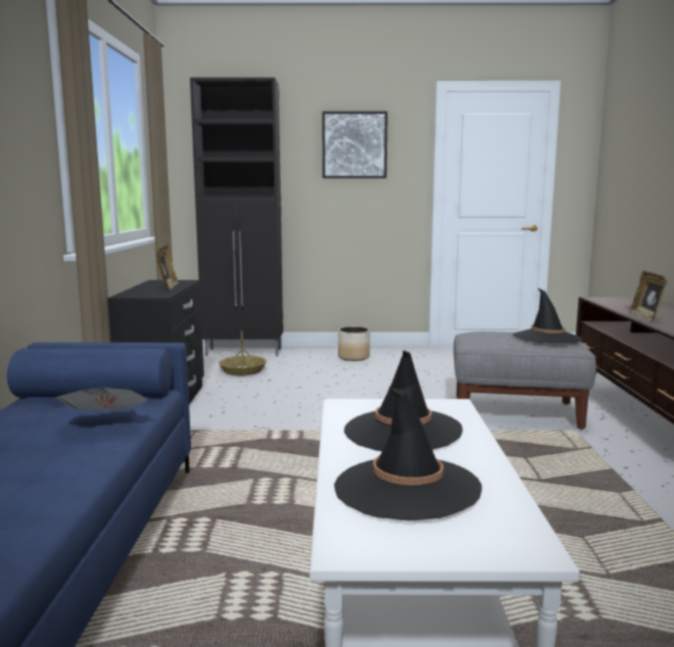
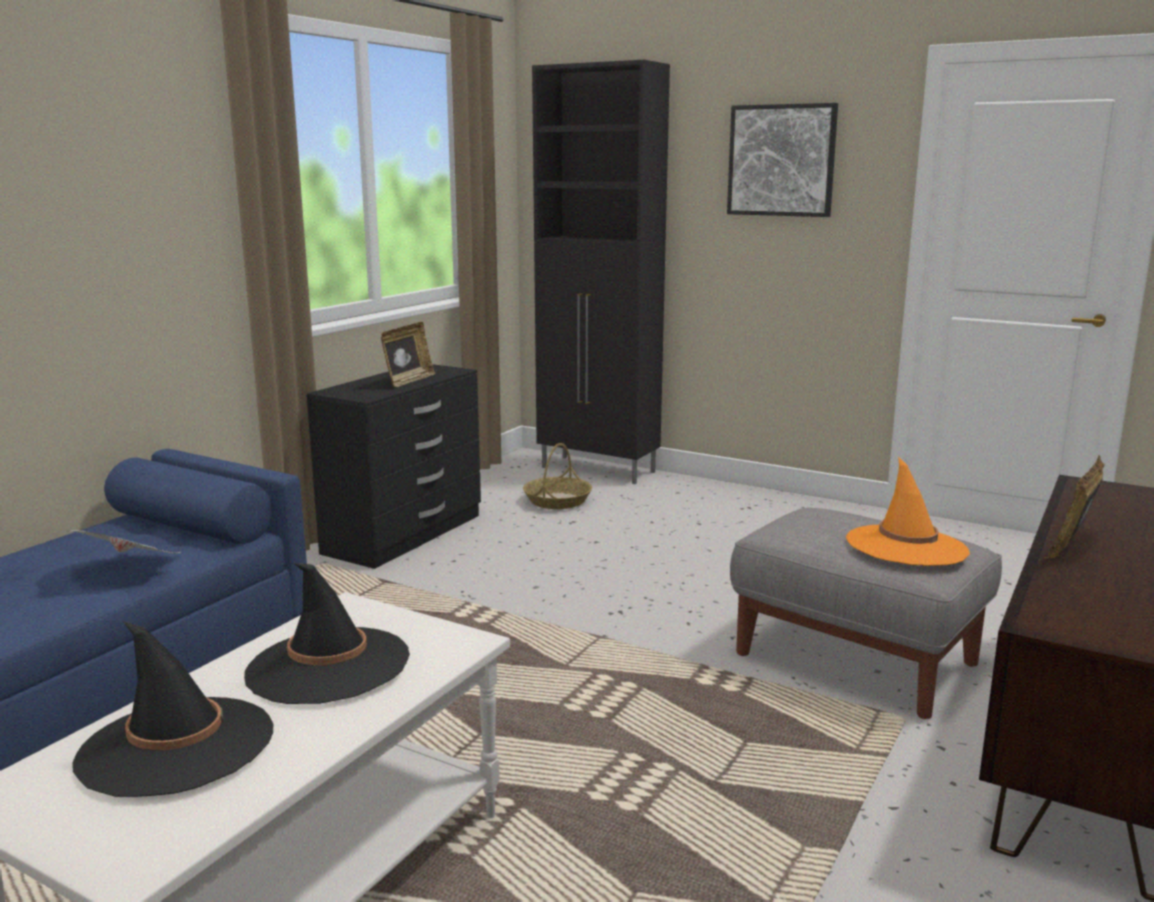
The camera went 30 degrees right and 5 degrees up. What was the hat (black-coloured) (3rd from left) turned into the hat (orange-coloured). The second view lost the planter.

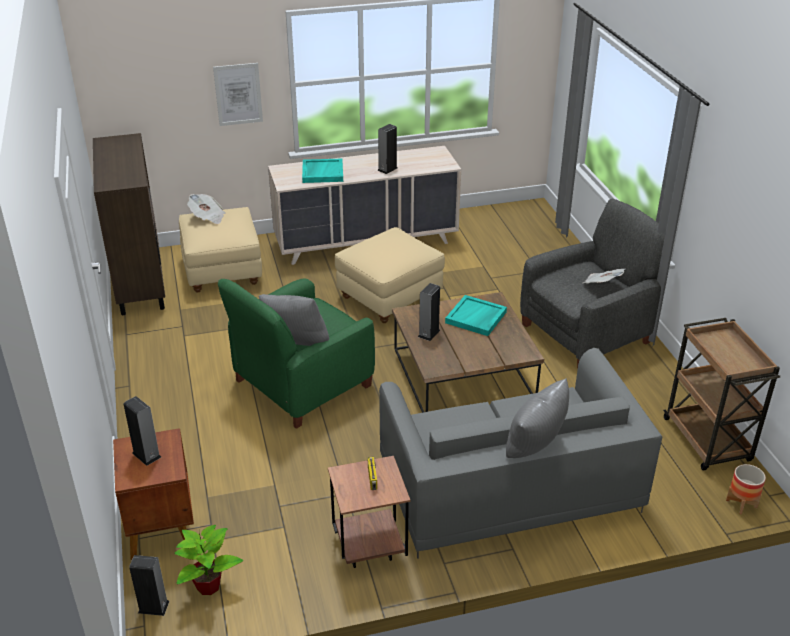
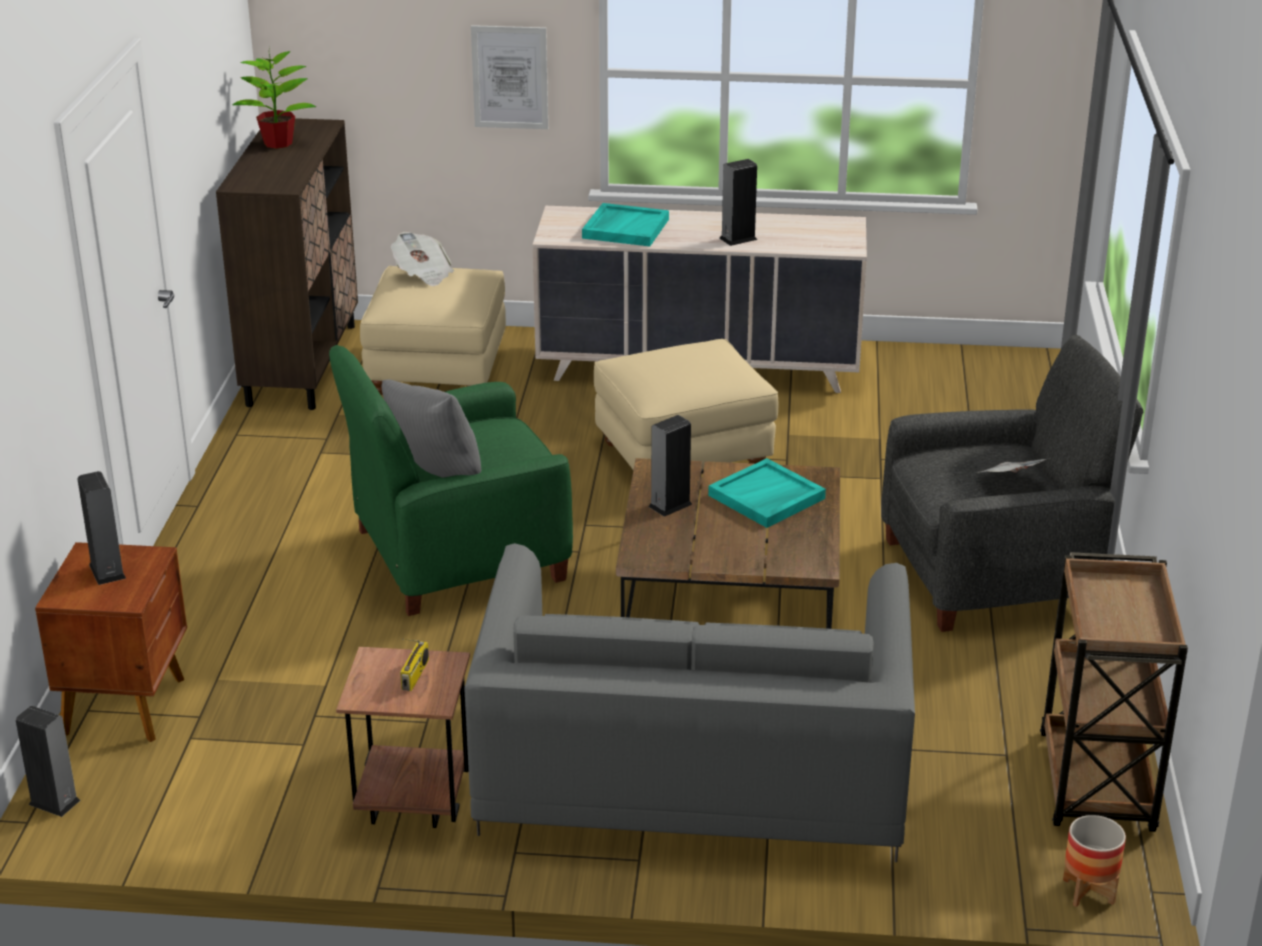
The camera went 20 degrees right and 5 degrees down. The plant in a pot ended up elsewhere. The second view lost the pillow (grey) (2nd from left).

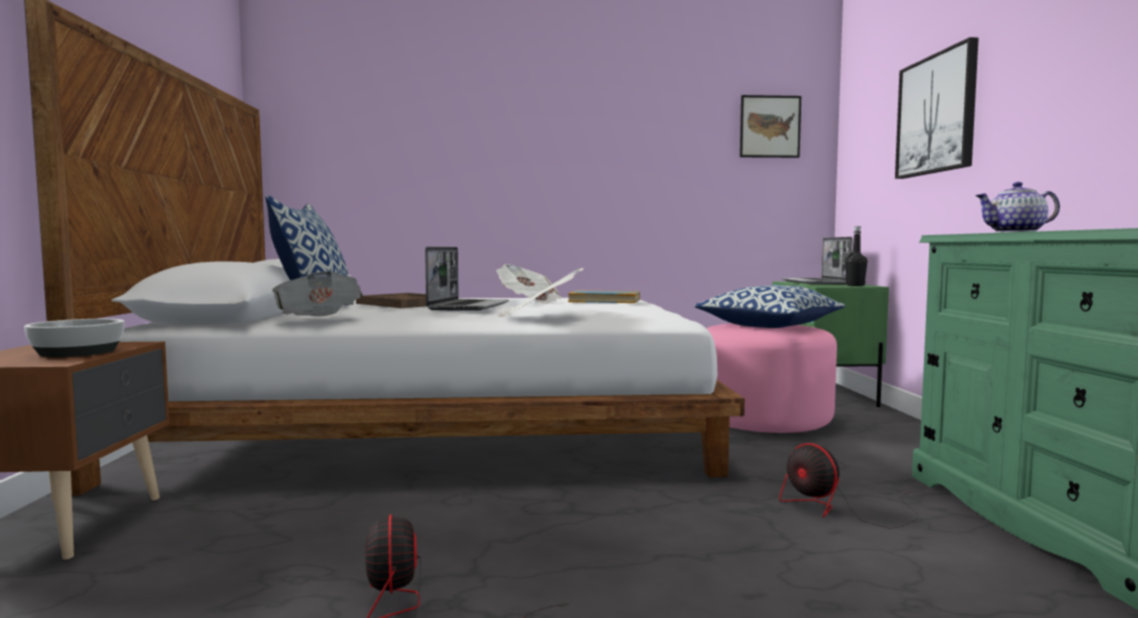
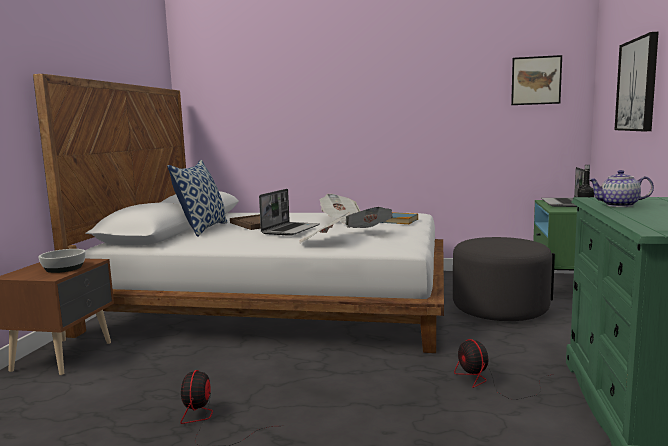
The camera went 15 degrees right and 5 degrees up. The newspaper (1st from left in the first image) ended up elsewhere. What was the ottoman (pinkish) turned into the ottoman (grey). The second view lost the pillow (2nd from left).

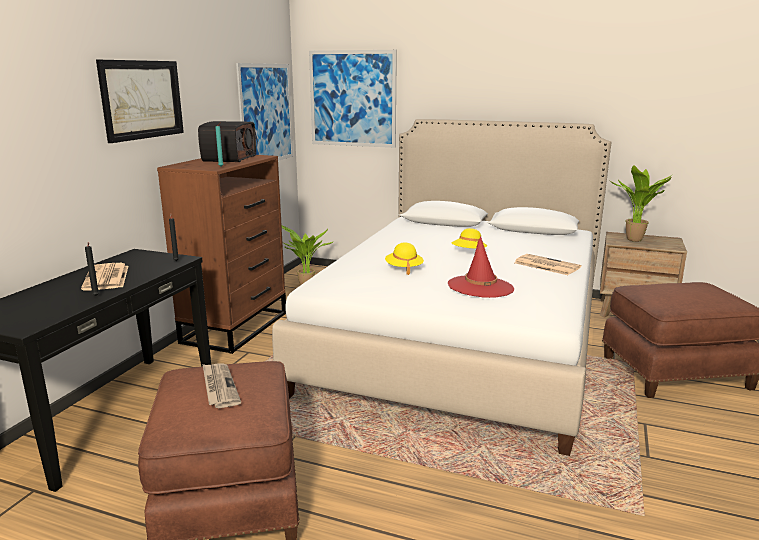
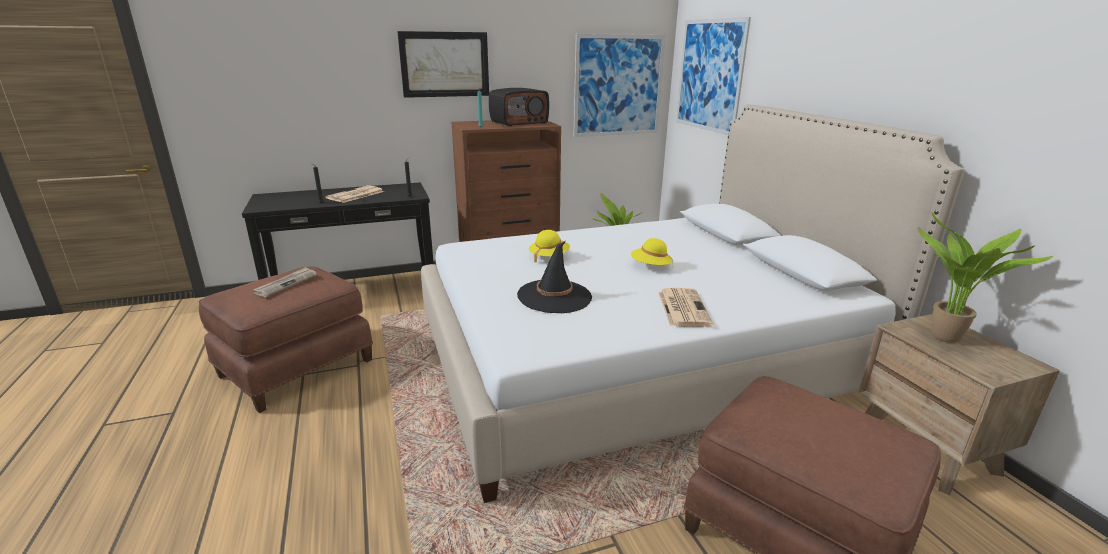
The camera went 50 degrees right and 5 degrees up. What was the hat (red-coloured) turned into the hat (black-coloured).

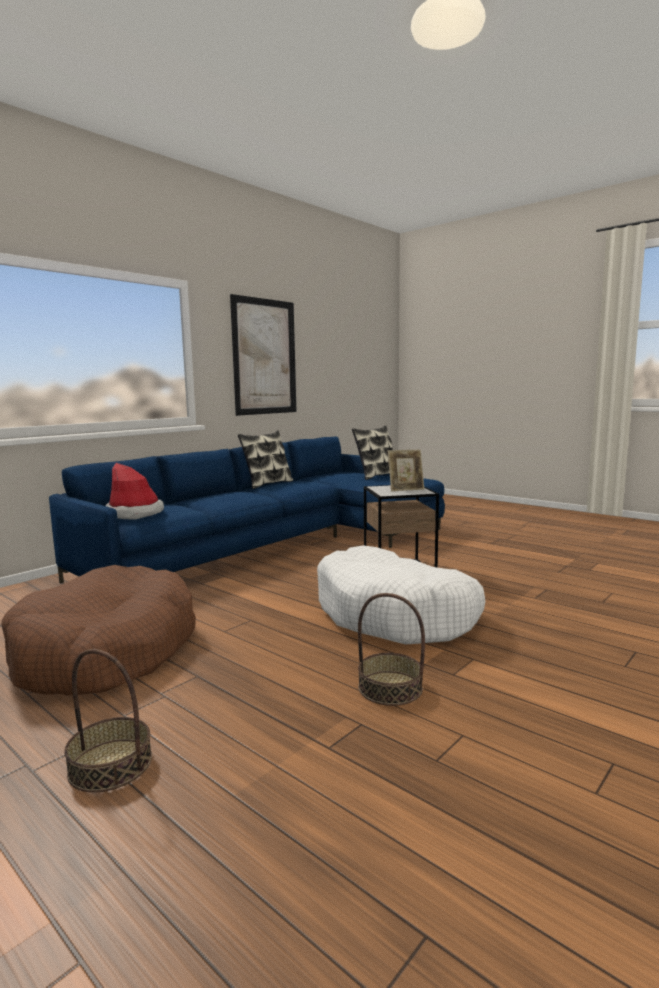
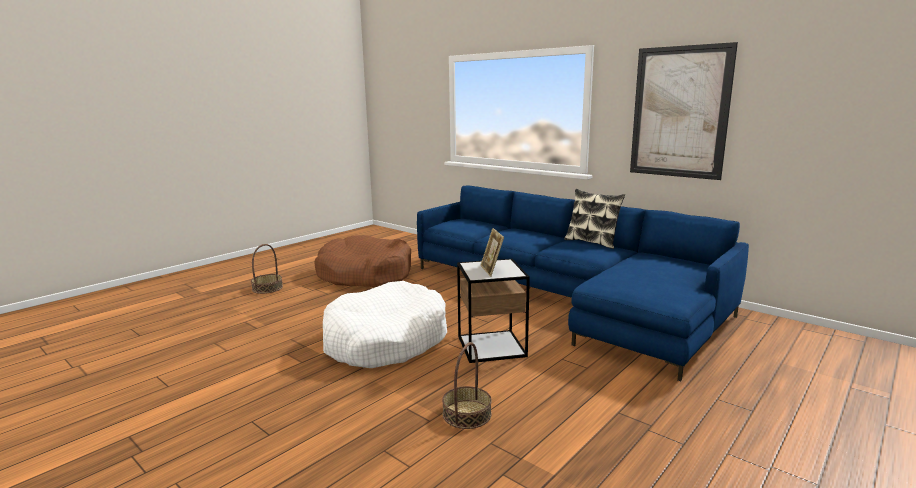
The camera went 90 degrees right and 5 degrees up. The household basket (2nd from left) ended up elsewhere. The second view lost the hat. The second view lost the pillow (2nd from left).

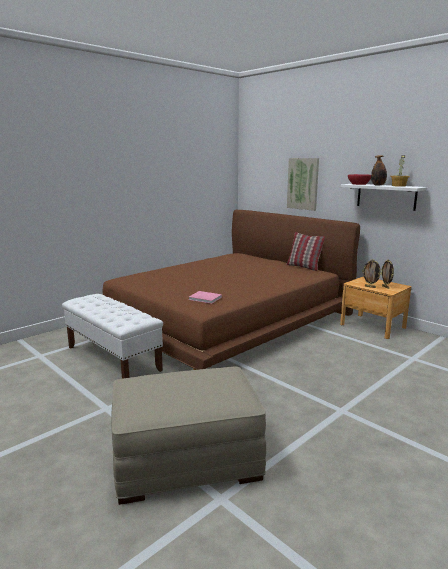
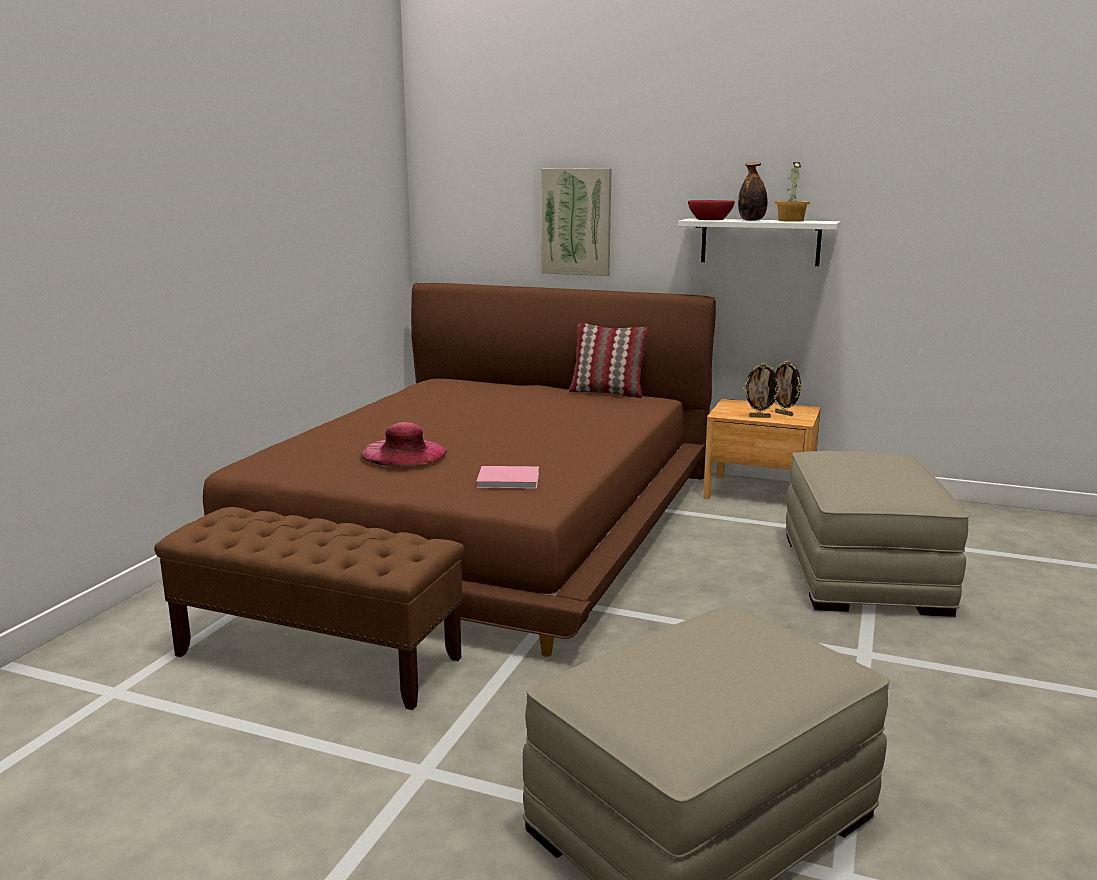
The camera went 25 degrees left and 0 degrees up. What was the indoor bench (whitish) turned into the indoor bench (brownish). The second view gained the hat (pinkish). The second view gained the ottoman (sand-coloured) (2nd from left).

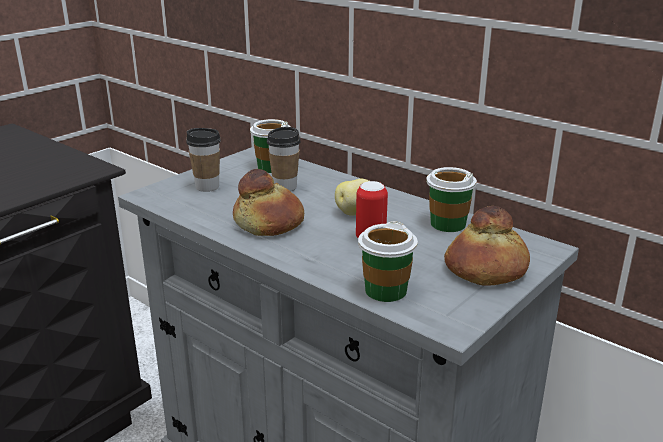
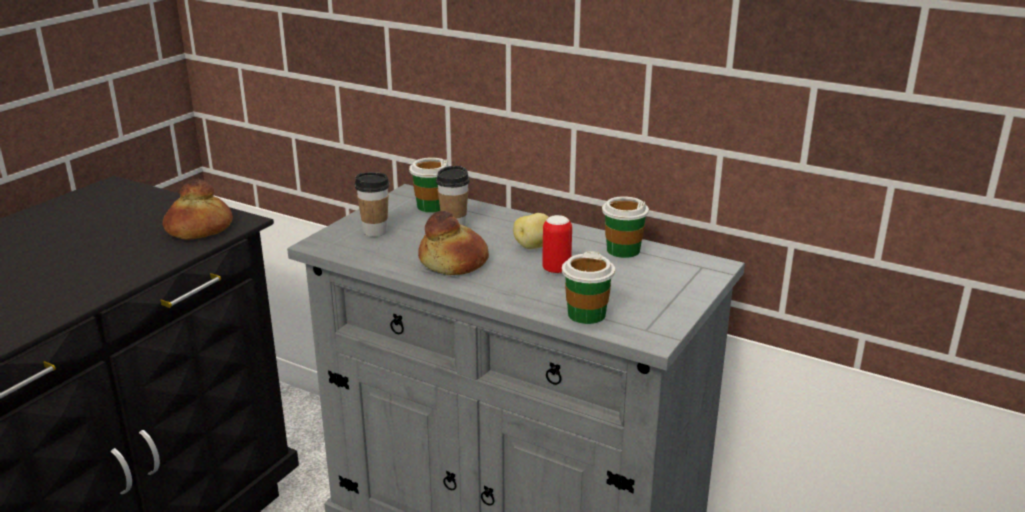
The camera went 10 degrees left and 0 degrees up. The bread (2nd from left in the first image) ended up elsewhere.

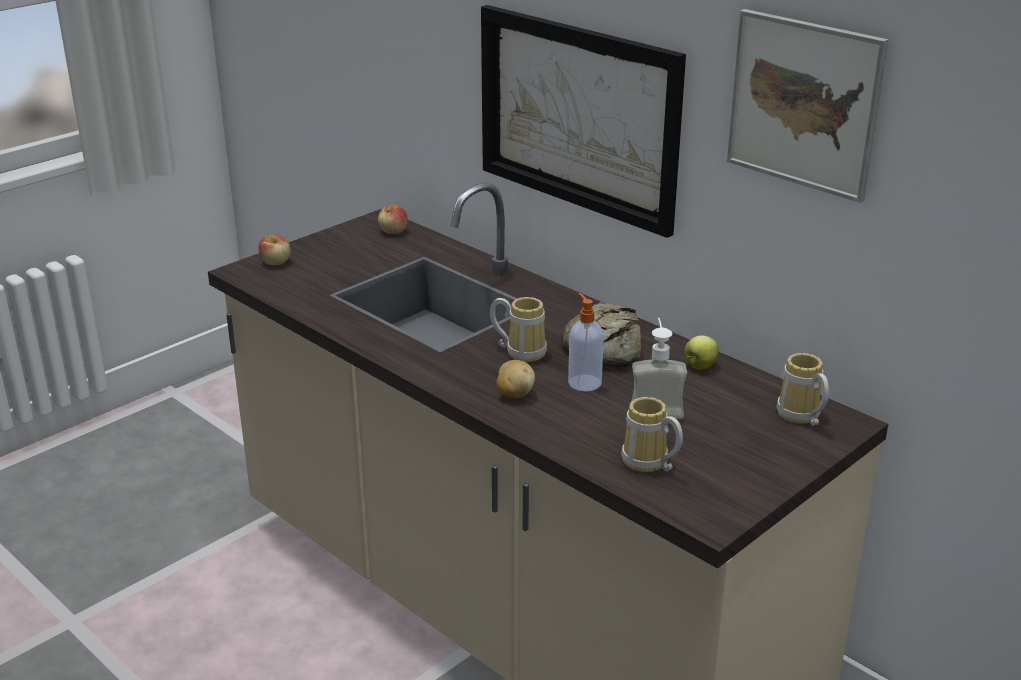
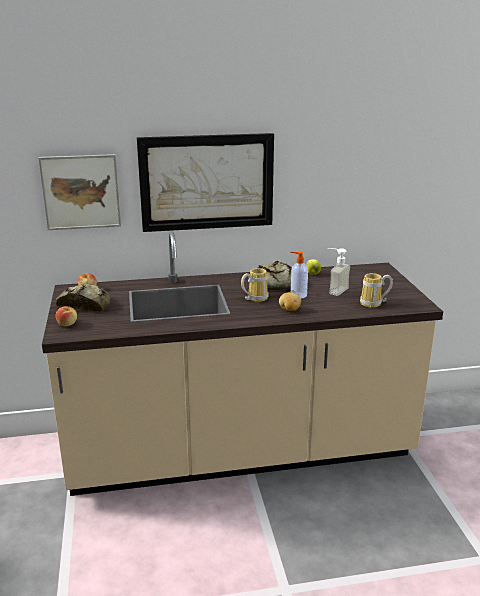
The camera went 55 degrees left and 5 degrees down. The wall art (2nd from left in the first image) ended up elsewhere. The second view gained the bread (1st from left). The second view lost the coffee mug (3rd from left).

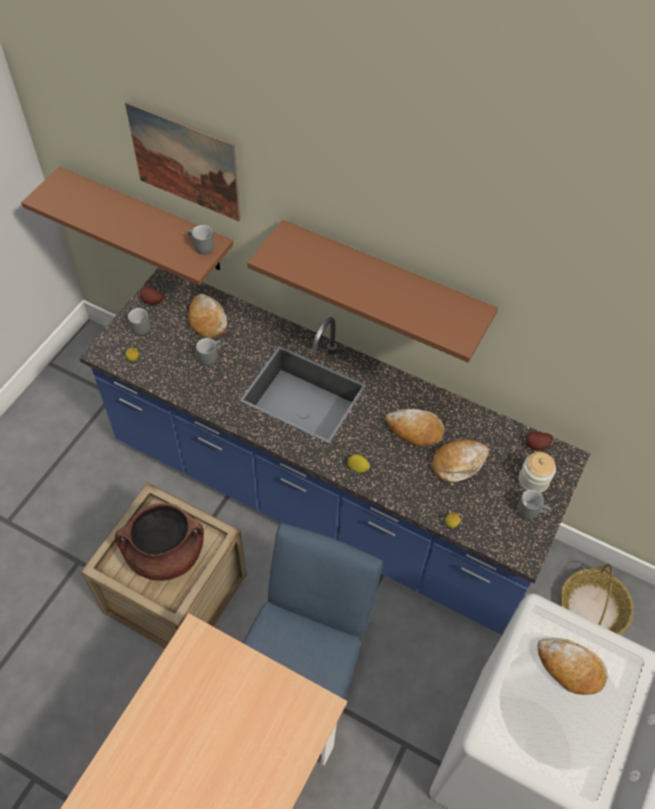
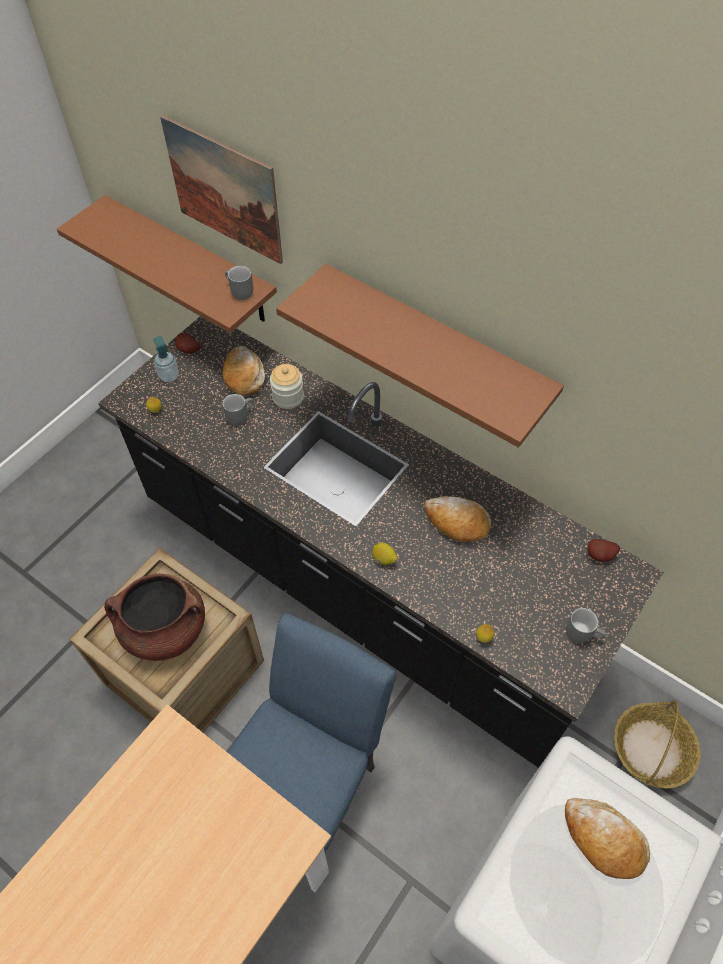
The camera went 10 degrees right and 0 degrees up. What was the kitchen counter (blue-coloured) turned into the kitchen counter (black-coloured). Where the coffee mug (grey) (1st from left) stood, the soap dispenser came to stand. The jar ended up elsewhere. The second view lost the bread (3rd from left).

